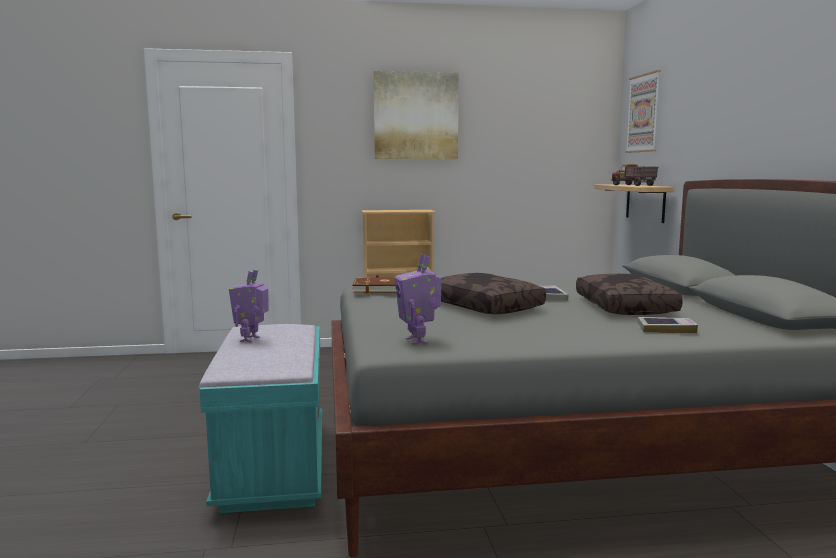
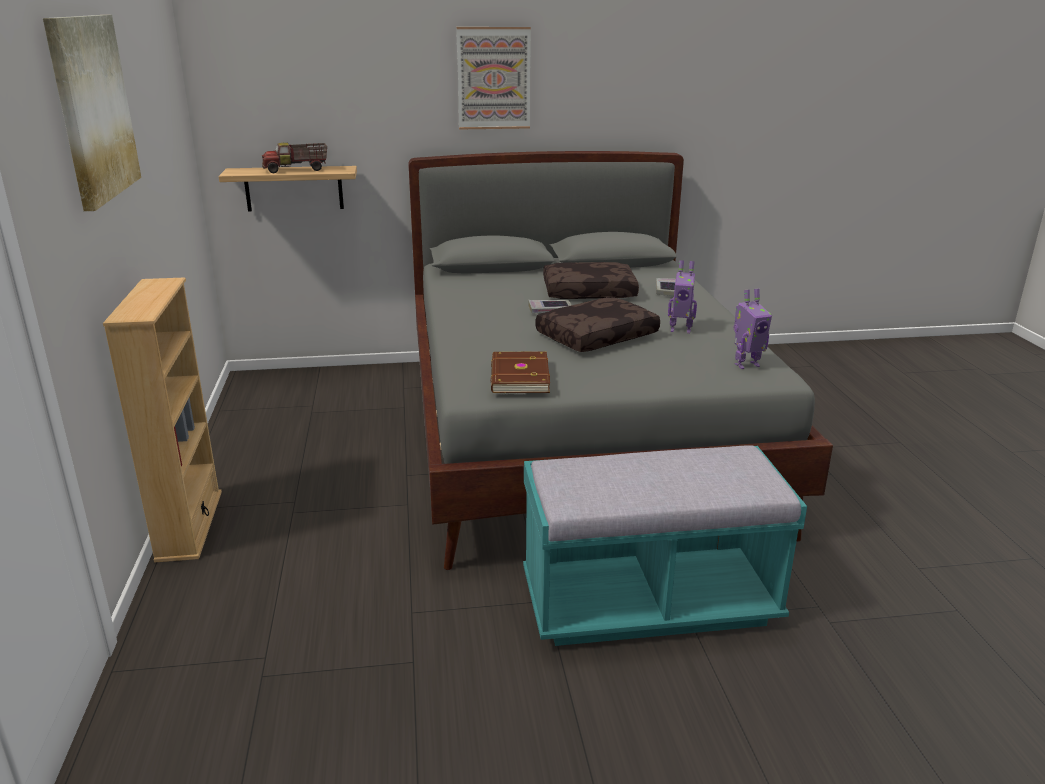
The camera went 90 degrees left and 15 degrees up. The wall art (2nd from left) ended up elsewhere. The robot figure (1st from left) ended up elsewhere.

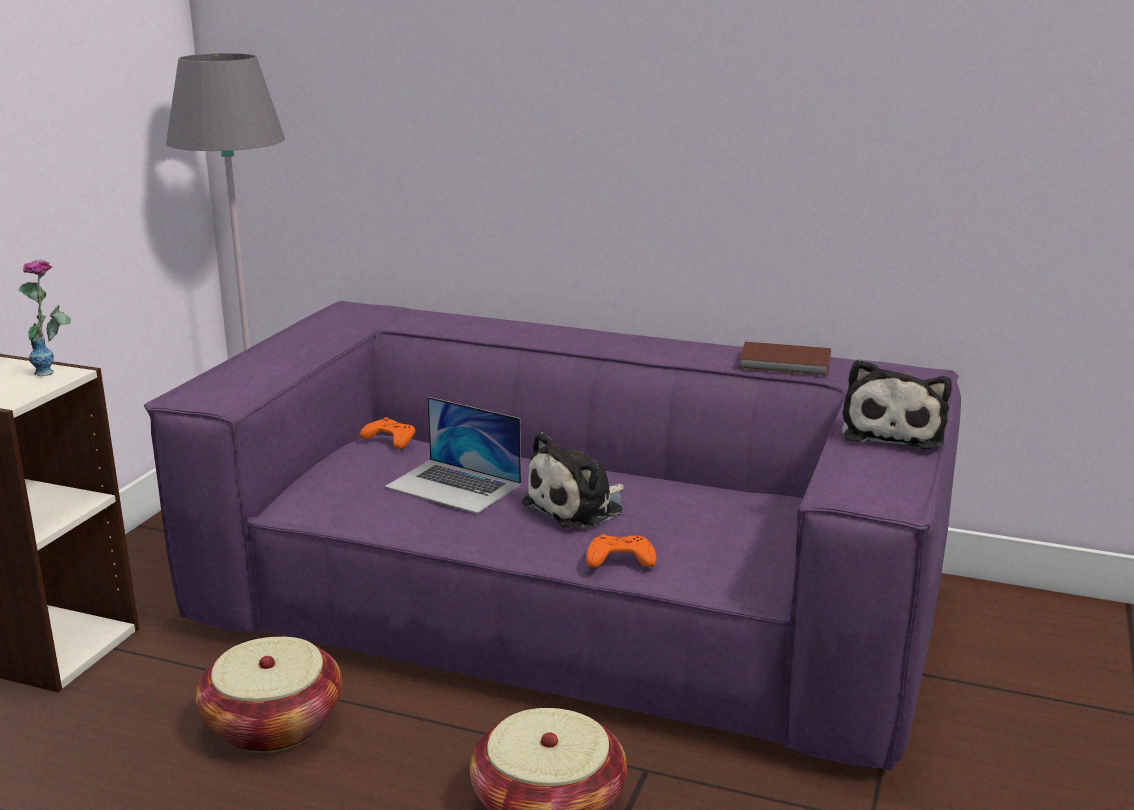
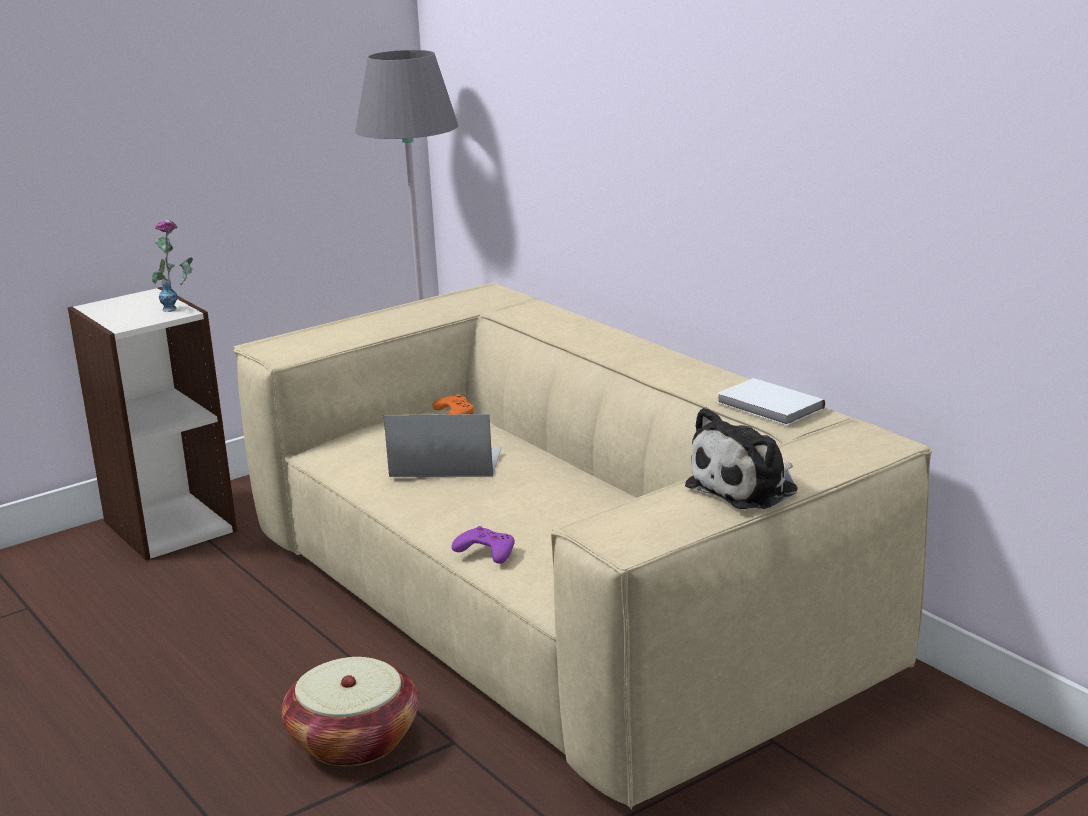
The camera went 35 degrees right and 0 degrees up. What was the settee (purple) turned into the settee (sand-coloured). The notebook computer ended up facing another way, 120 degrees clockwise from before. What was the gamepad (orange-coloured) (2nd from left) turned into the gamepad (purple). What was the bound book (brownish) turned into the bound book (whitish). The second view lost the household basket (1st from left). The second view lost the cuddly toy (1st from left).

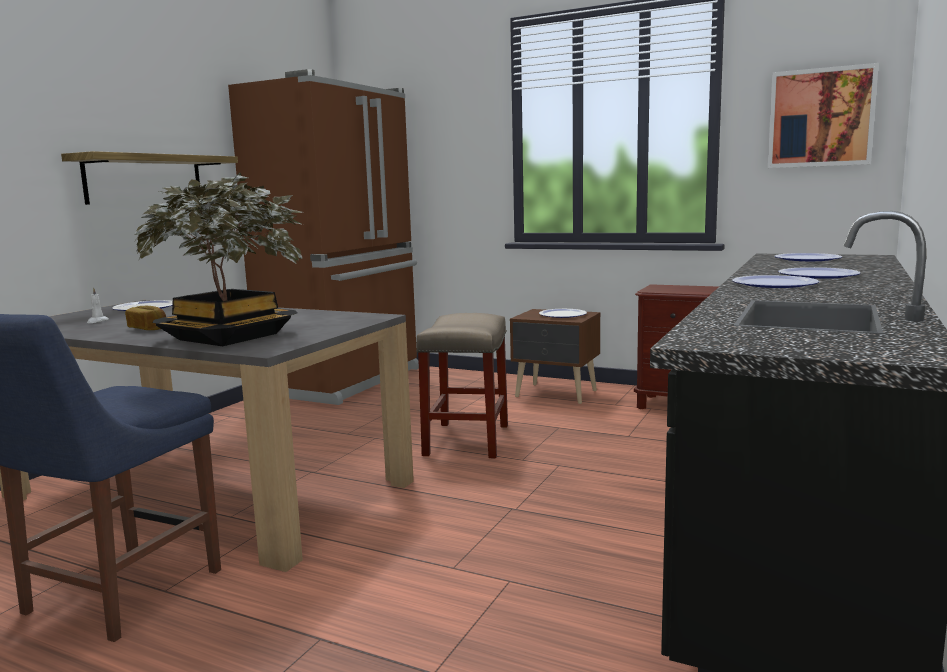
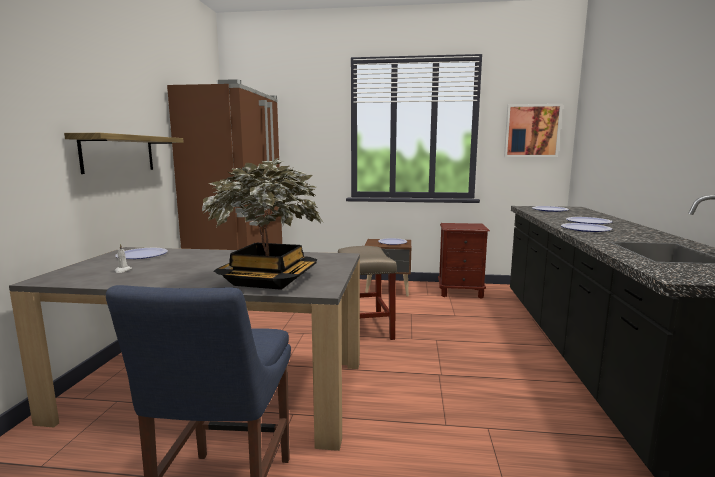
The camera went 20 degrees left and 0 degrees up. The second view lost the bread.

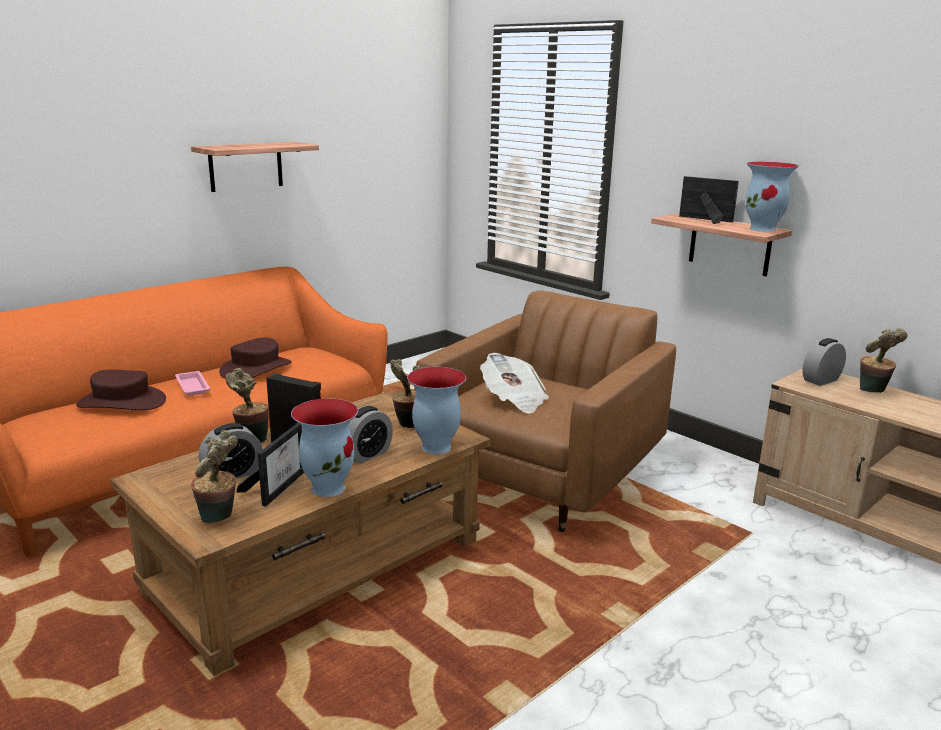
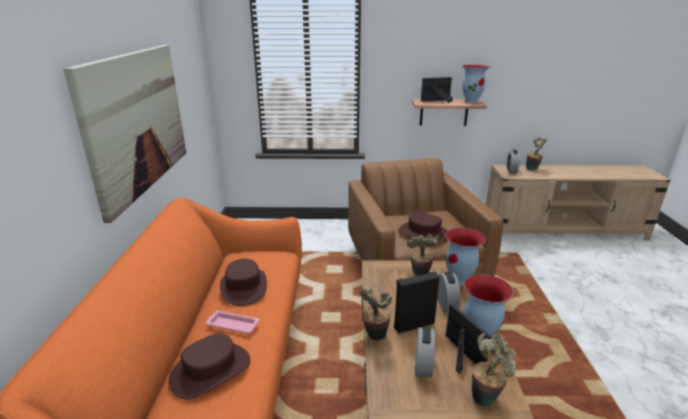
The camera went 45 degrees left and 5 degrees up. Where the shelf (1st from left) hung, the wall art came to hang. Where the newspaper stood, the hat (brownish) (3rd from left) came to stand.

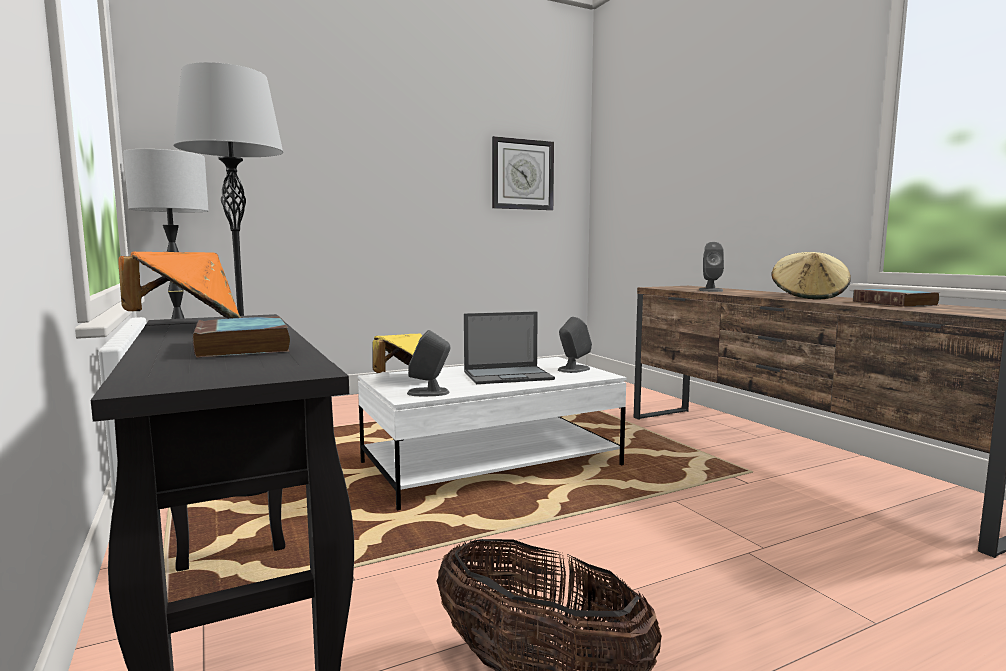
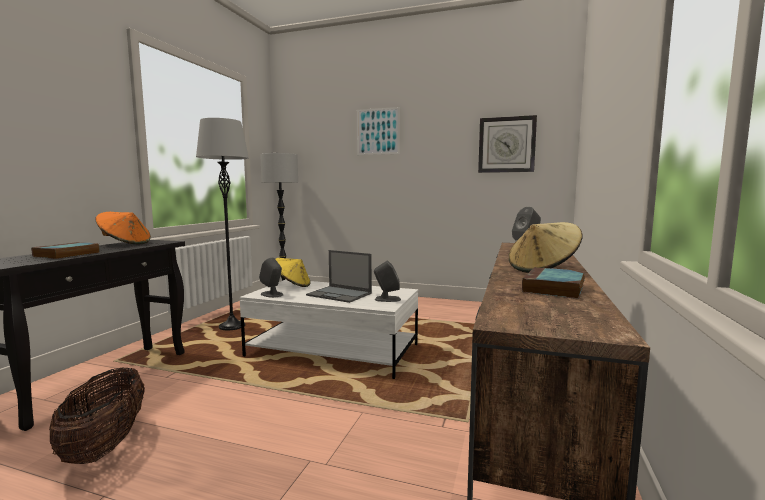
The camera went 45 degrees right and 0 degrees up. The second view gained the wall art.

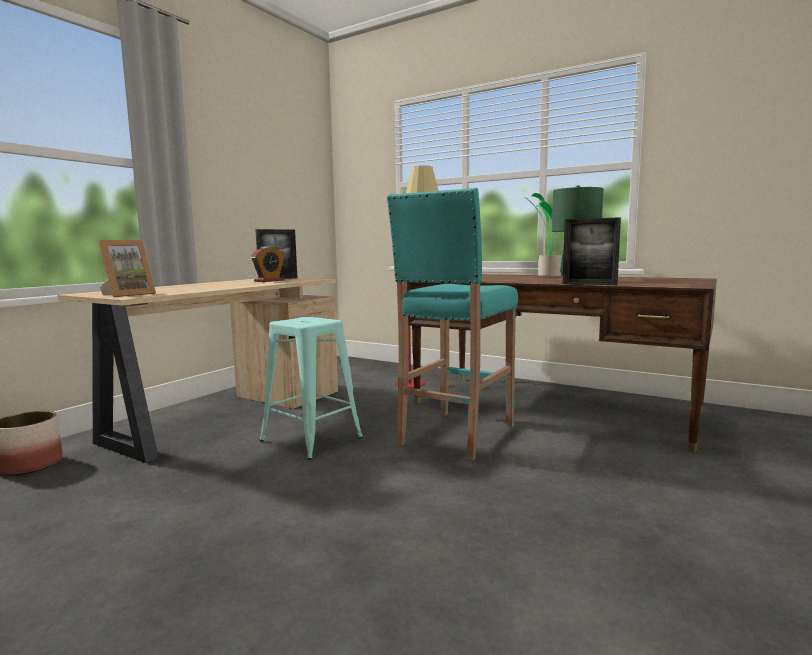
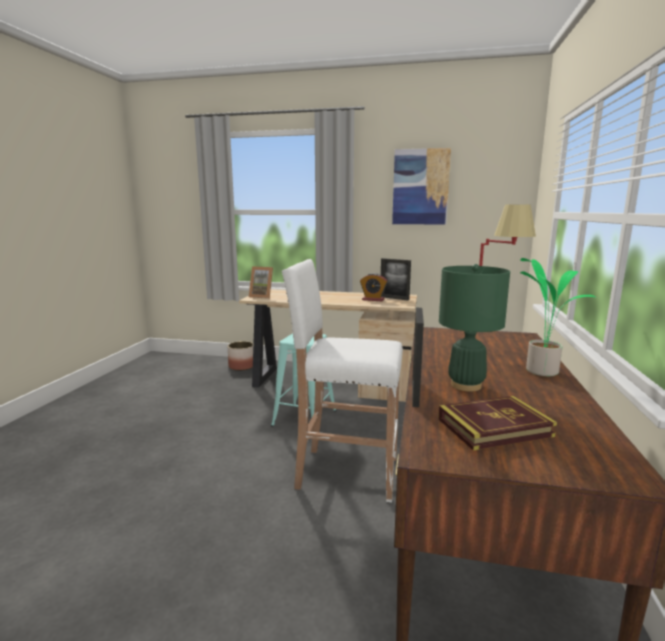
The camera went 70 degrees right and 5 degrees up. What was the stool seat (blue-green) (2nd from left) turned into the stool seat (whitish). The second view gained the wall art. The second view gained the bound book.

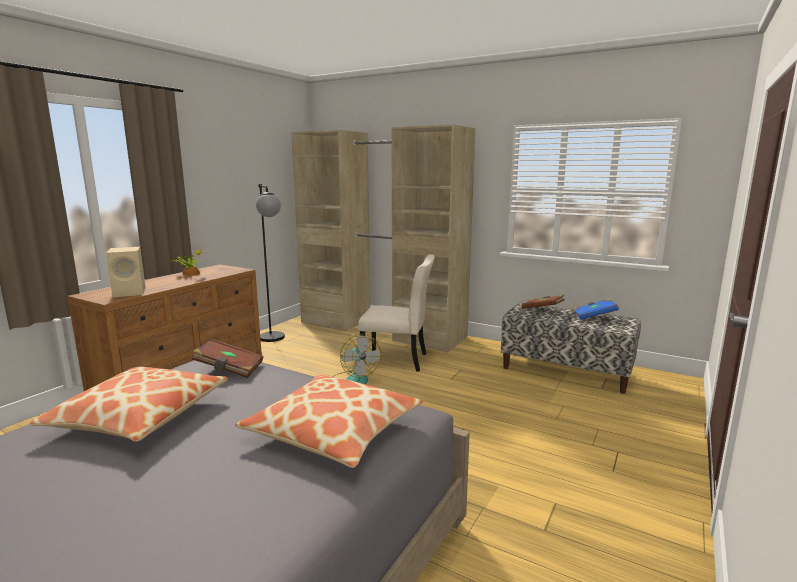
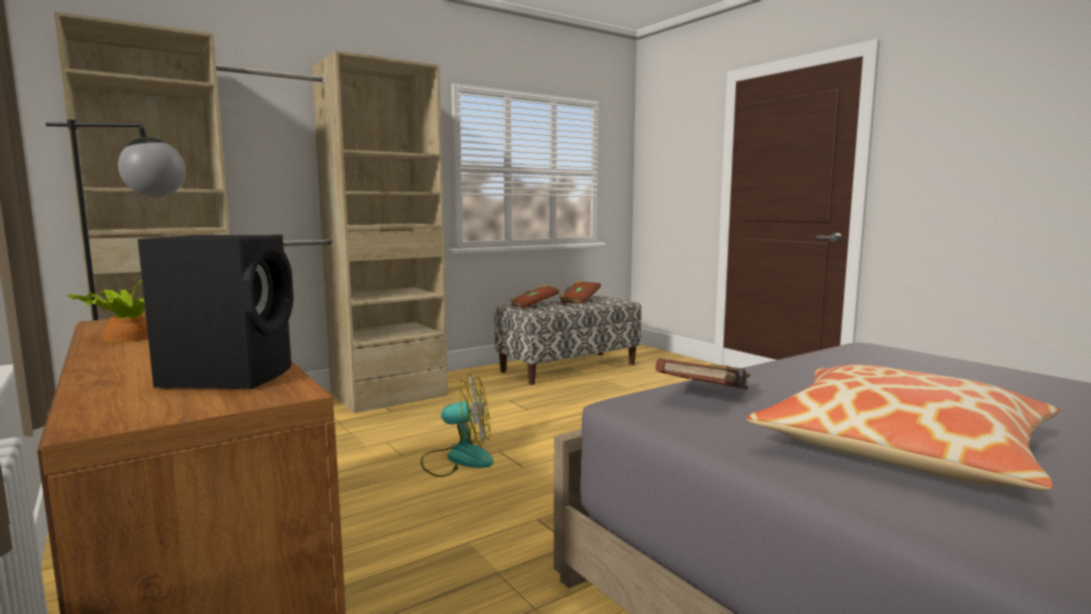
The camera went 65 degrees left and 5 degrees down. What was the loudspeaker (sand-coloured) turned into the loudspeaker (black-coloured). What was the bound book (blue-coloured) turned into the bound book (brownish) (2nd from left). The second view lost the pillow (2nd from left). The second view lost the plain chair (sand-coloured).

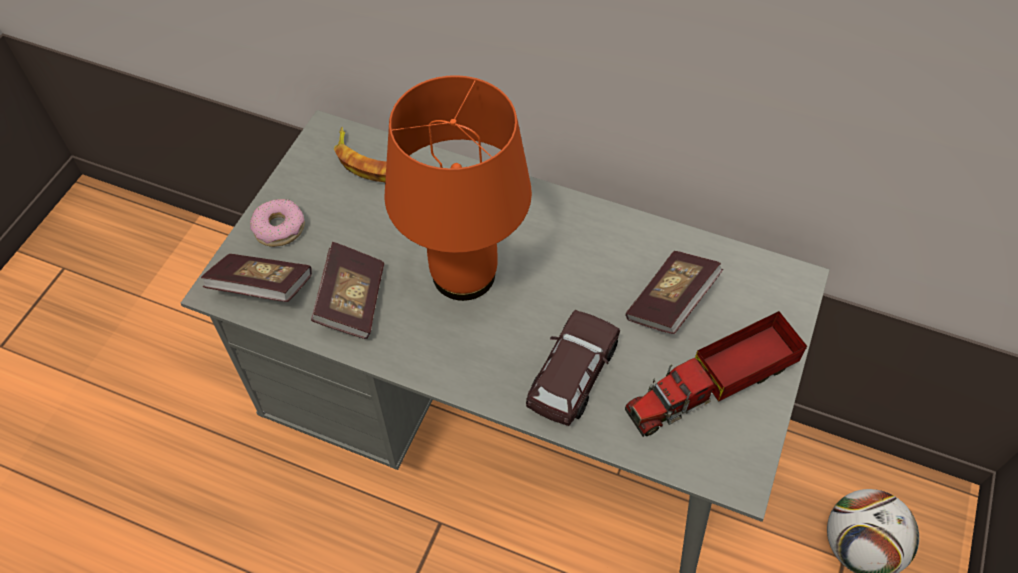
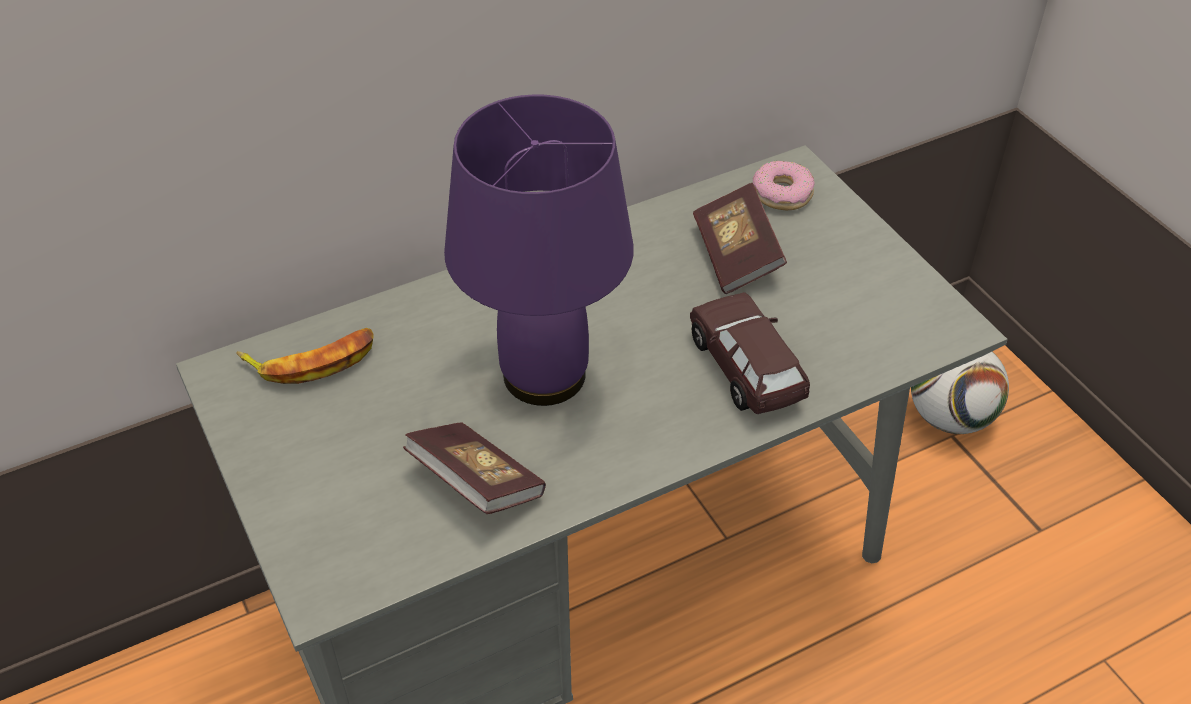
The camera went 50 degrees left and 10 degrees down. What was the table lamp (orange-coloured) turned into the table lamp (purple). The ring doughnut ended up elsewhere. The second view lost the bound book (1st from left). The second view lost the toy truck.

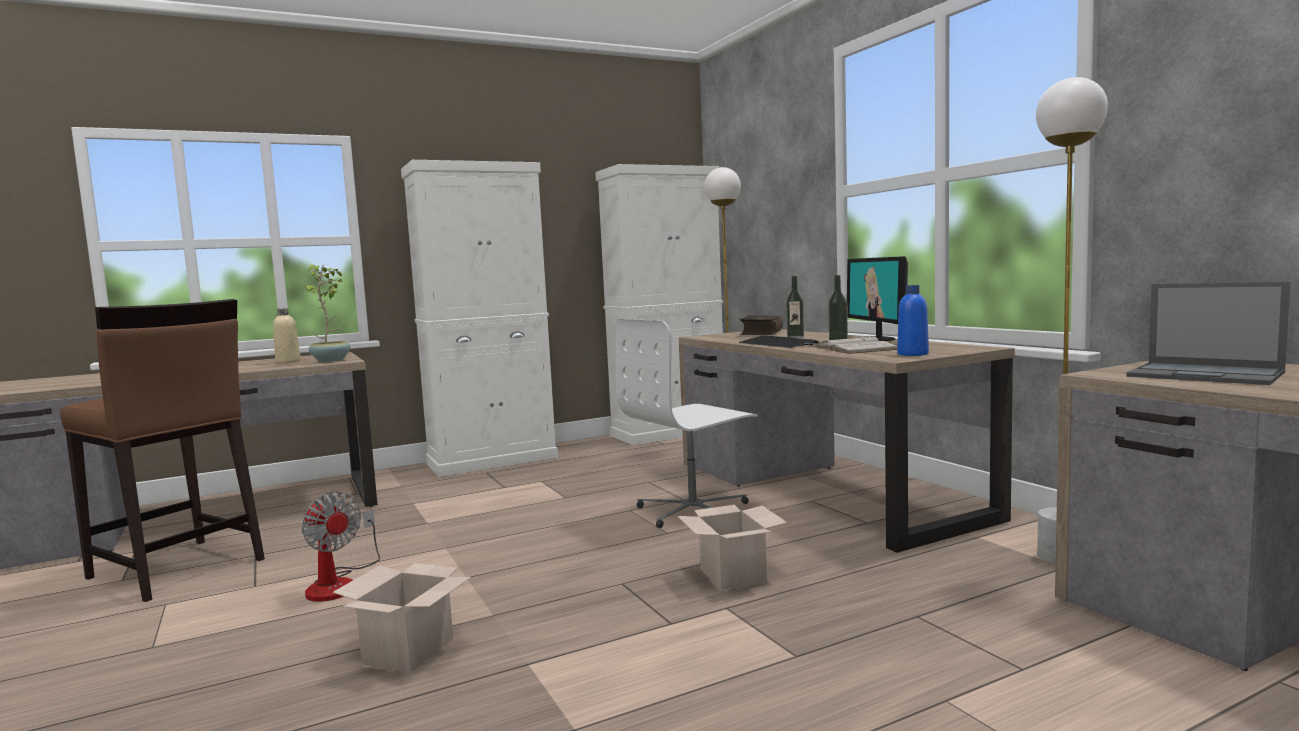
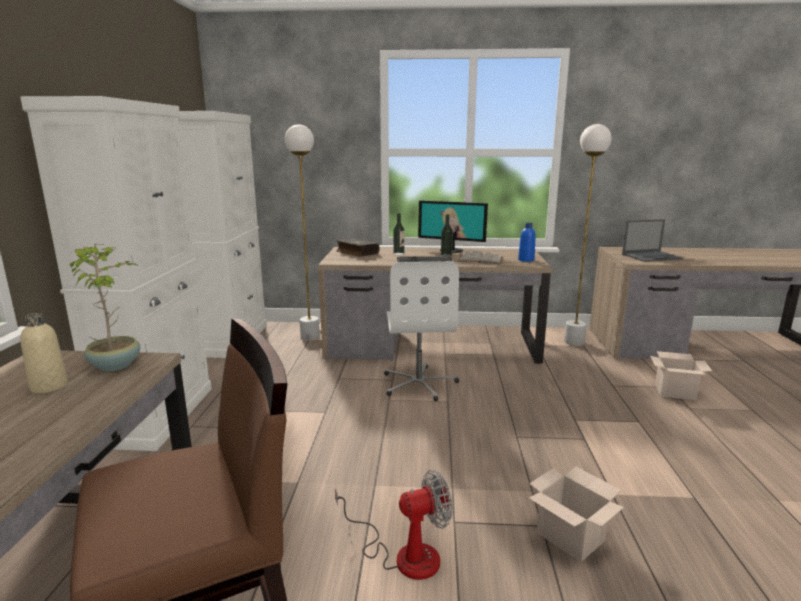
The camera went 60 degrees left and 10 degrees up. The carton (2nd from left) ended up elsewhere.

